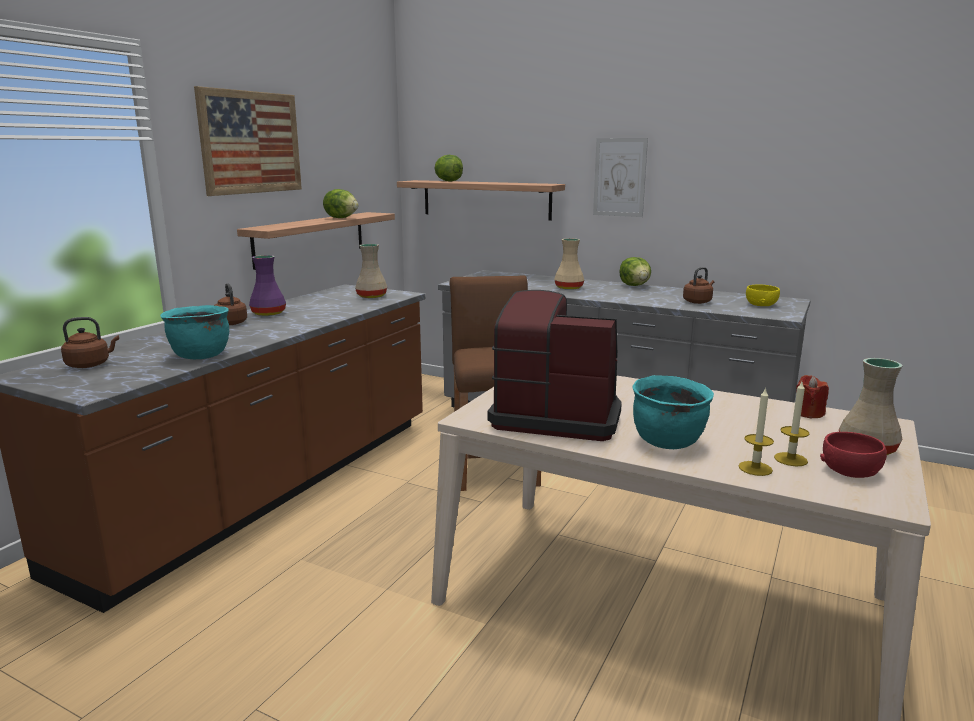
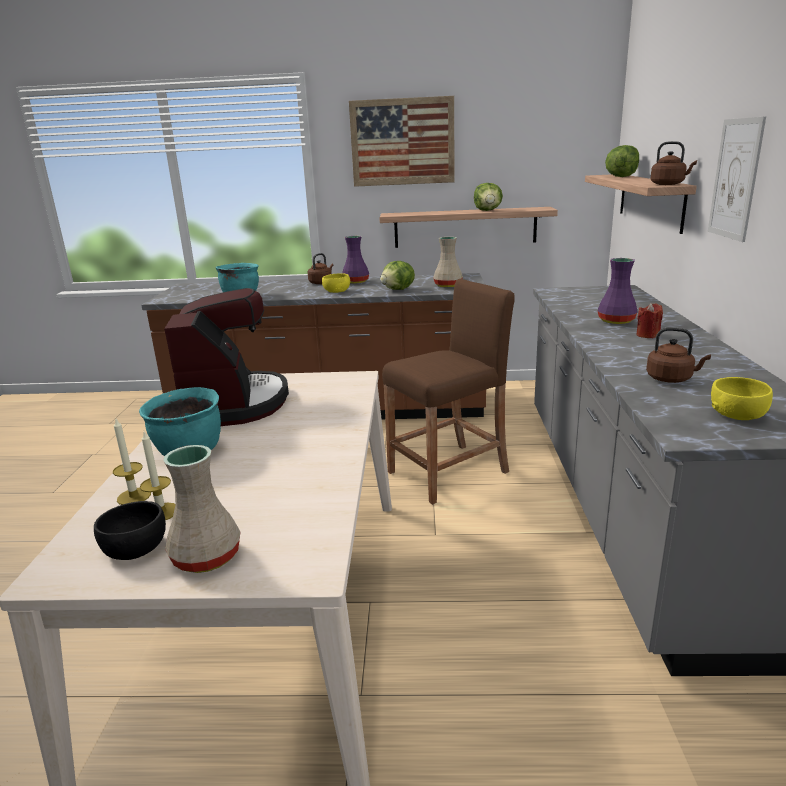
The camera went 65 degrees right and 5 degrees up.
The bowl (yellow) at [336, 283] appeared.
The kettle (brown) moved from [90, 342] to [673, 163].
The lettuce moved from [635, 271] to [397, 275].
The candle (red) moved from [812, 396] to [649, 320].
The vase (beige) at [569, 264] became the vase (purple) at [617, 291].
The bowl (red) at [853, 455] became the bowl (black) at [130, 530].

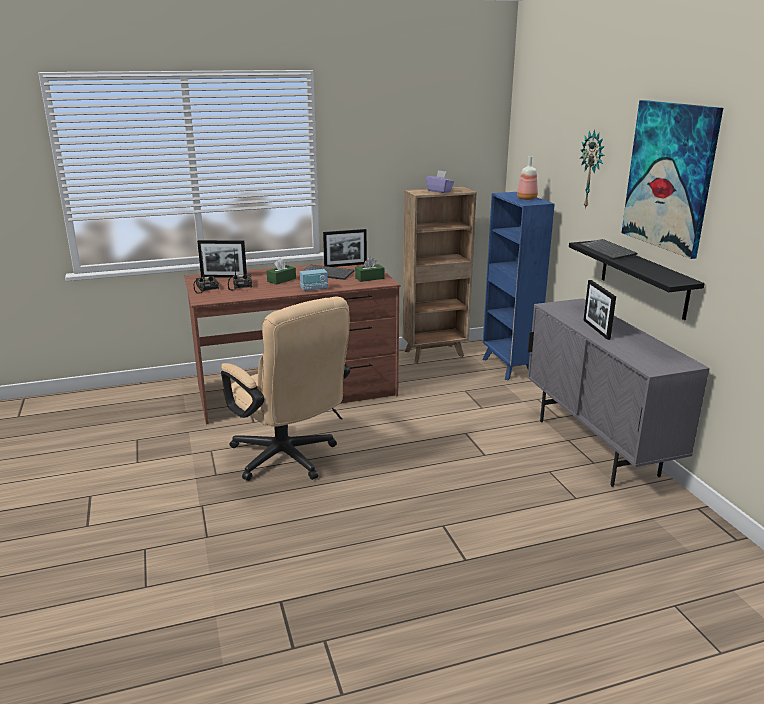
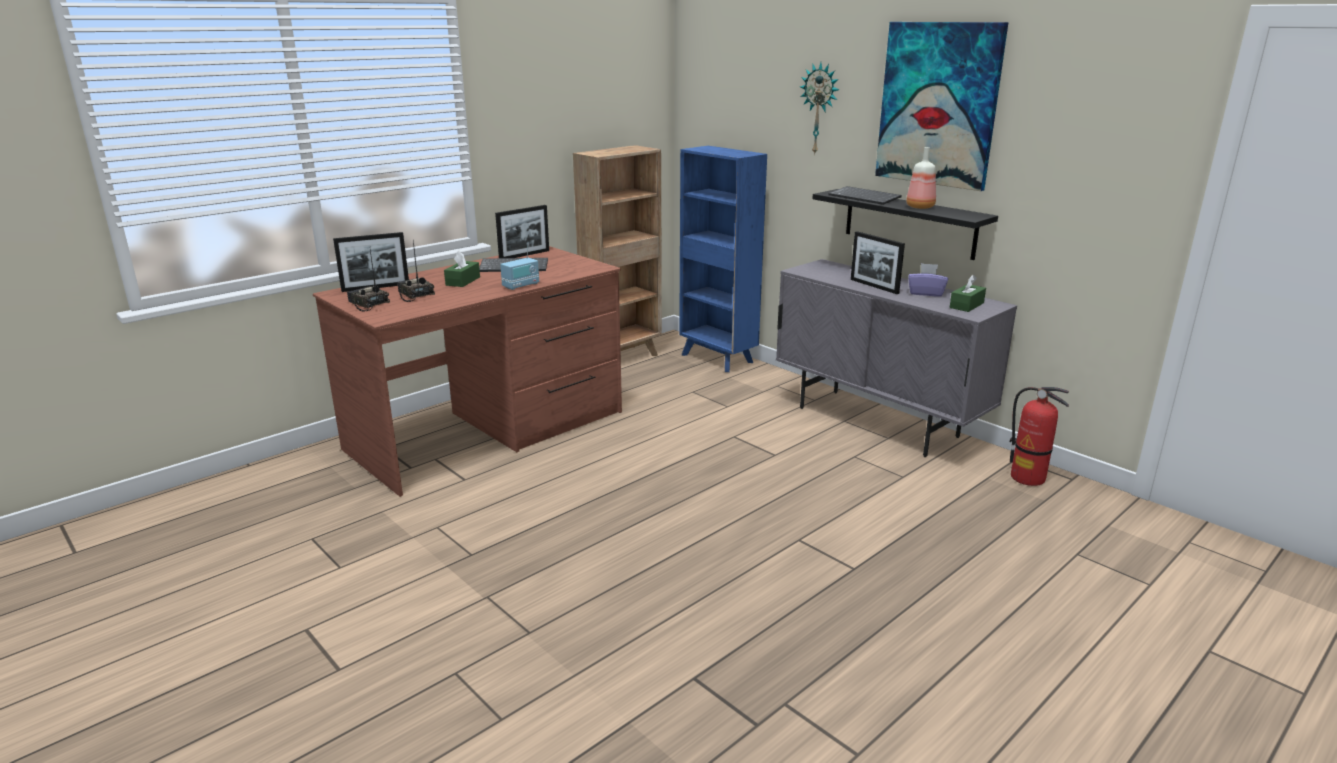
The camera went 25 degrees left and 0 degrees up.
The office chair (beige) at [285, 388] disappeared.
The fire extinguisher at [1039, 436] appeared.
The tissue box (green) moved from [370, 269] to [968, 293].
The tissue box (purple) moved from [440, 181] to [928, 280].
The bottle moved from [527, 178] to [921, 178].

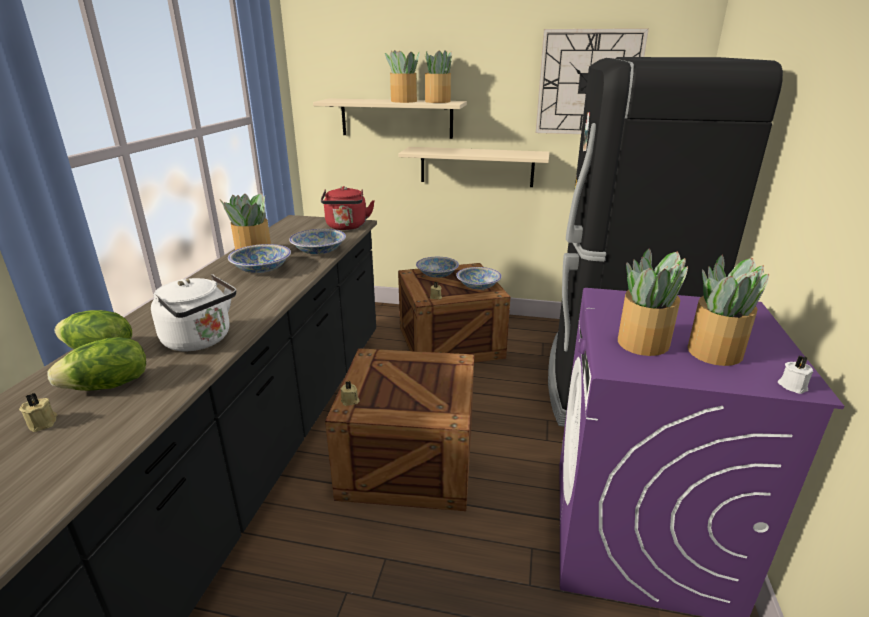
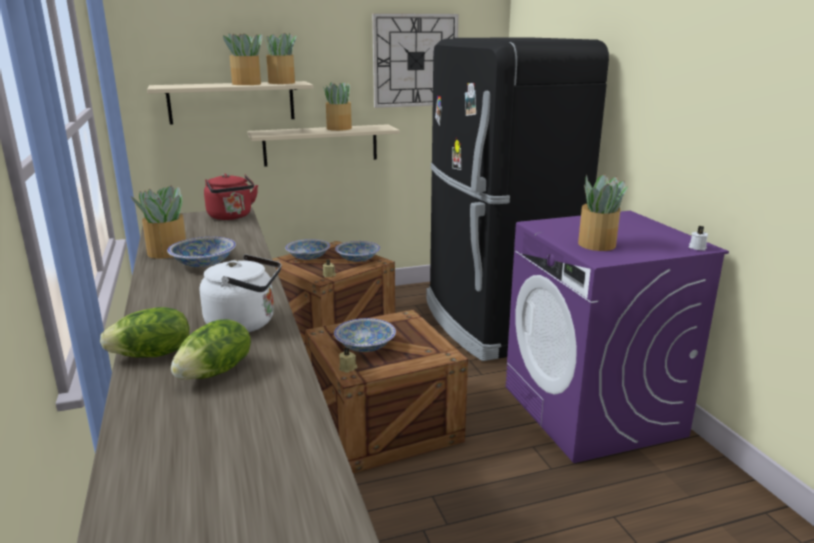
The camera went 30 degrees left and 5 degrees down.
The candle (beige) at [38, 412] disappeared.
The bowl moved from [317, 241] to [365, 335].
The potted plant moved from [728, 310] to [337, 106].

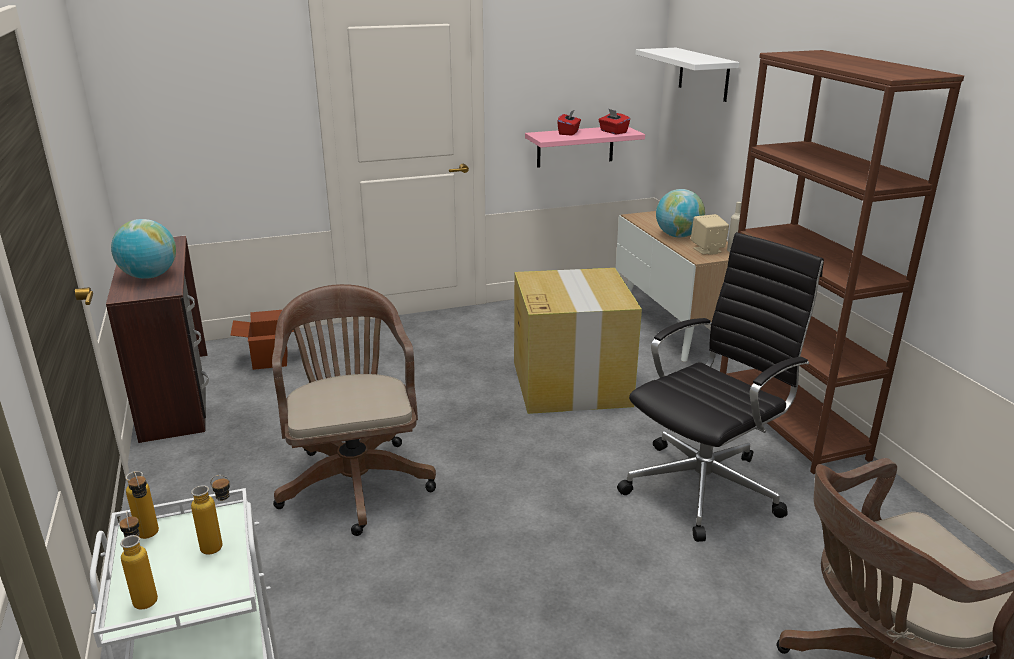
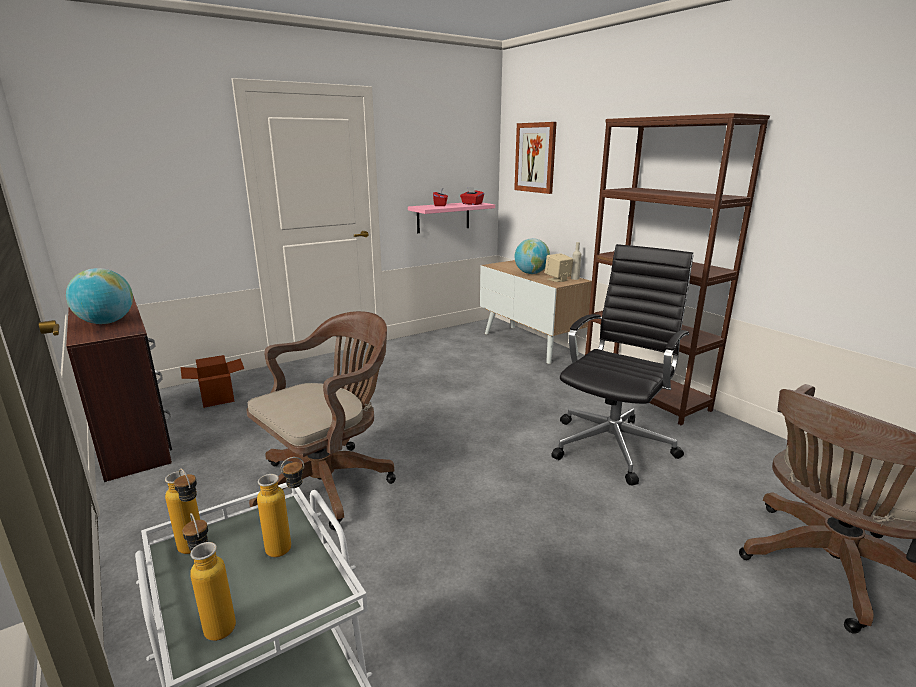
The camera went 15 degrees left and 5 degrees down.
The cardboard box at [578, 341] disappeared.
The shelf (white) at [687, 75] was replaced by the picture at [535, 158].
The office chair (brown) at [354, 410] turned 75 degrees clockwise.

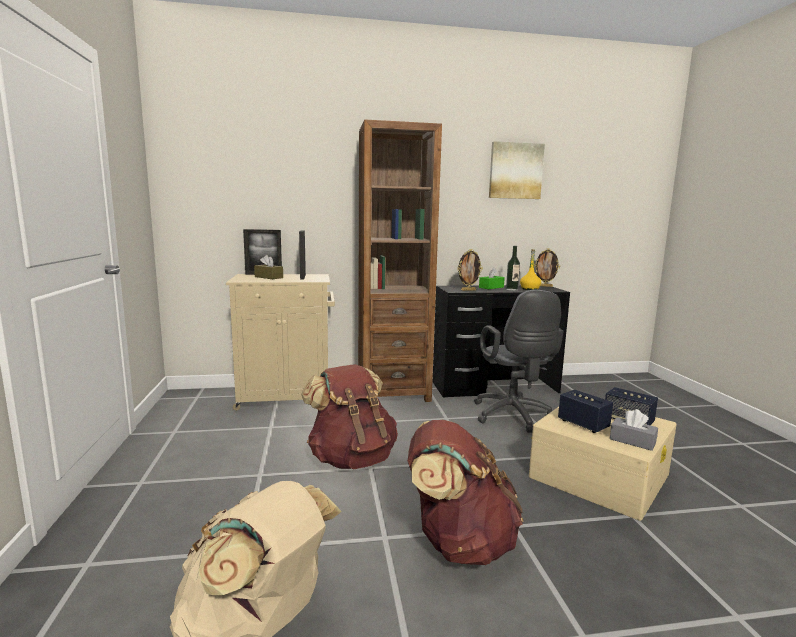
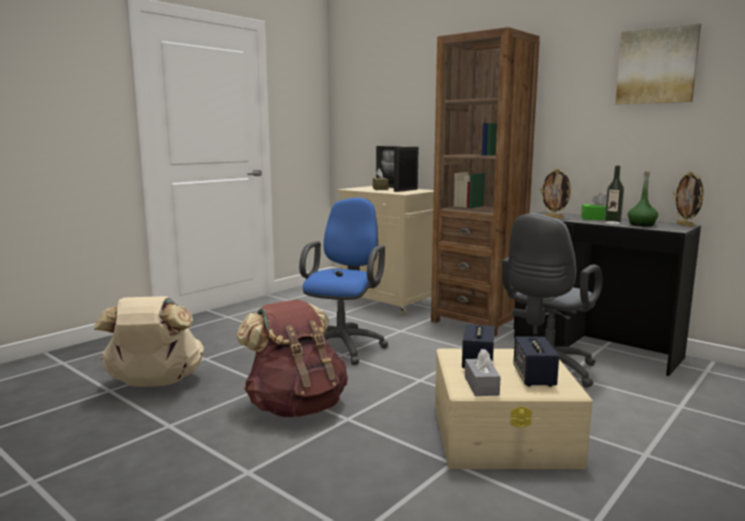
The camera went 50 degrees right and 0 degrees up.
The backpack (brown) at [349, 416] was replaced by the office chair (blue) at [343, 281].
The bottle (yellow) at [530, 269] became the bottle (green) at [643, 198].

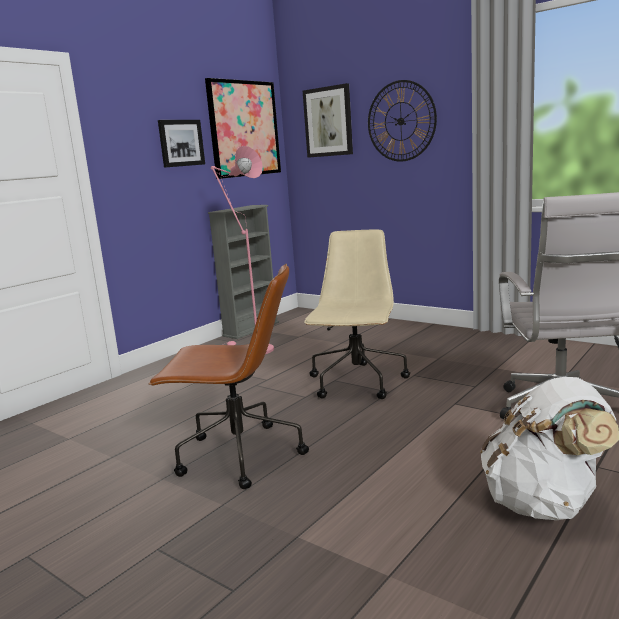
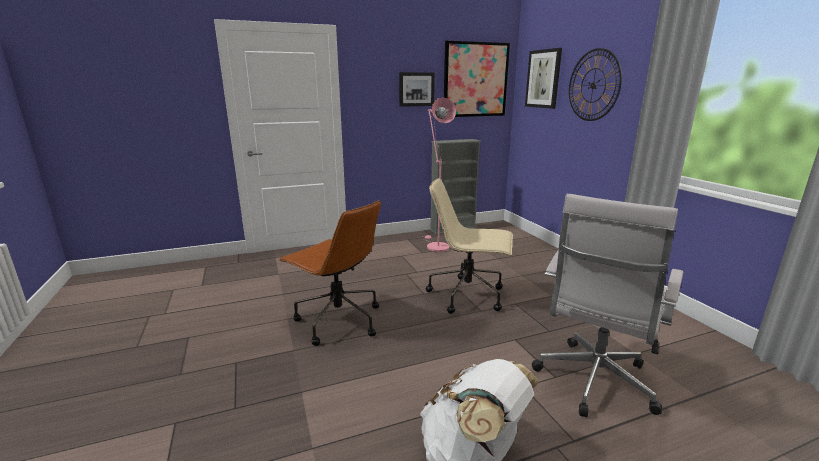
The camera went 30 degrees right and 5 degrees up.
The office chair (beige) at [357, 314] turned 120 degrees counterclockwise.

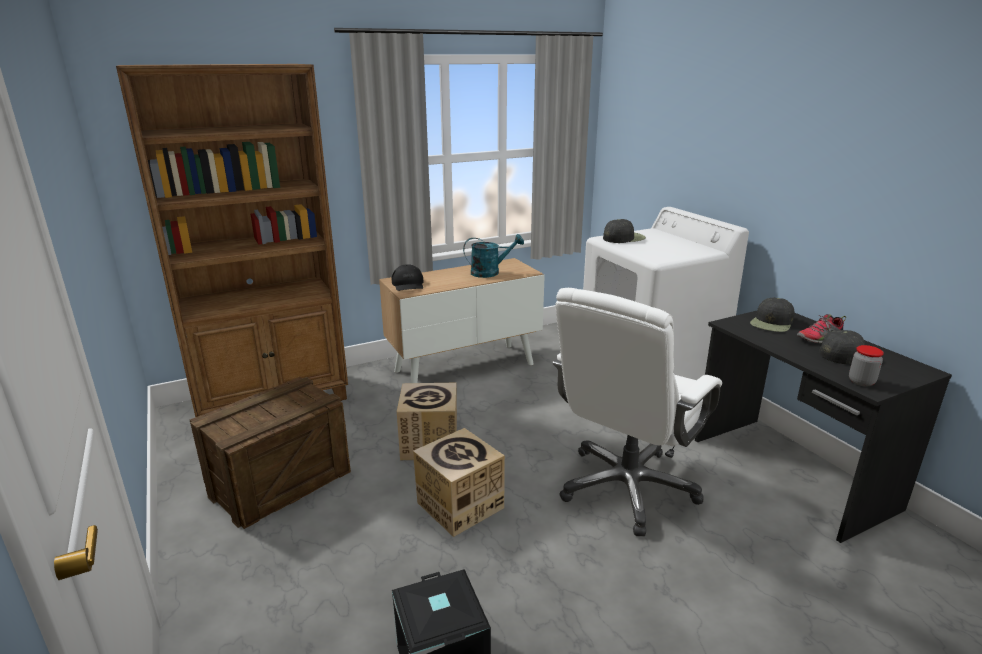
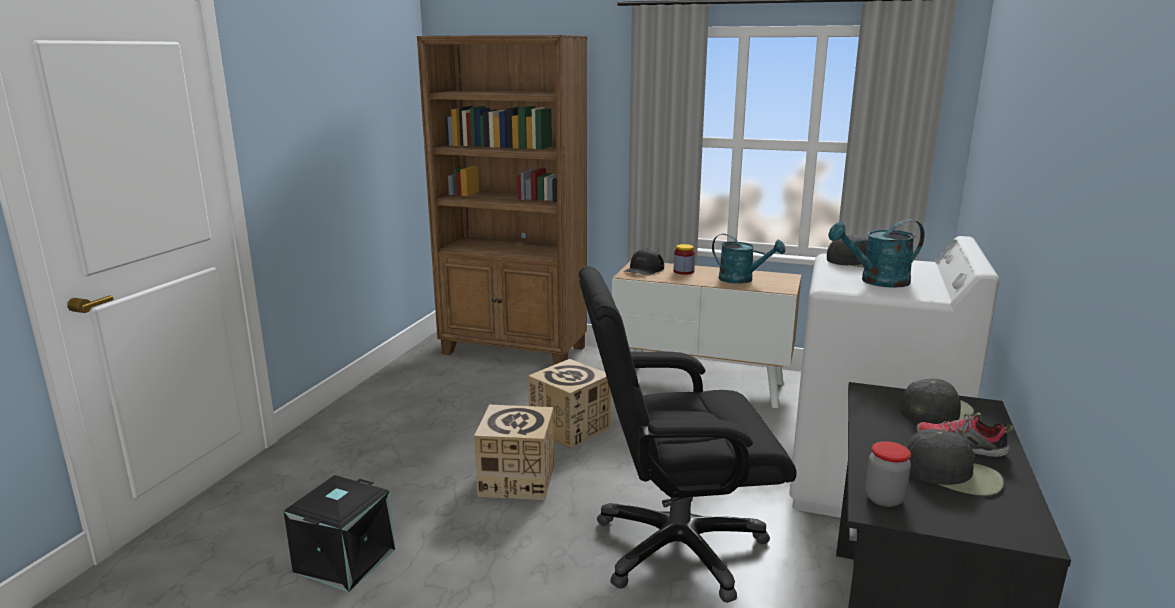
The camera went 45 degrees right and 5 degrees down.
The crate at [270, 453] disappeared.
The jar at [684, 259] appeared.
The watering can (turquoise) at [876, 253] appeared.
The office chair (white) at [637, 412] became the office chair (black) at [688, 434].
The cap (black) at [772, 315] turned 150 degrees clockwise.

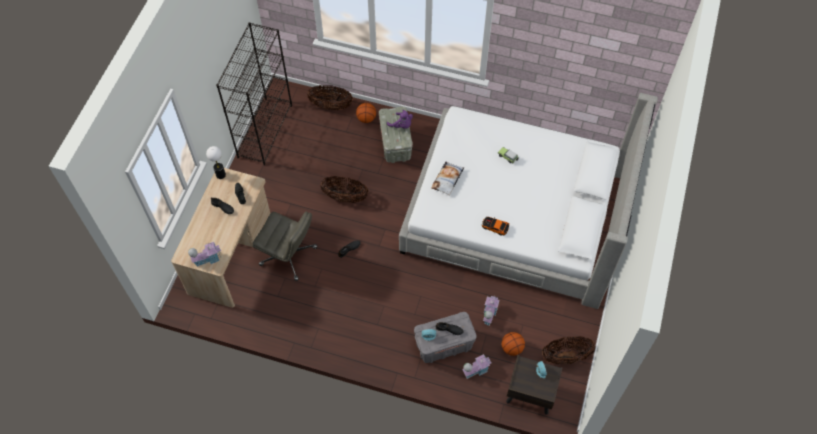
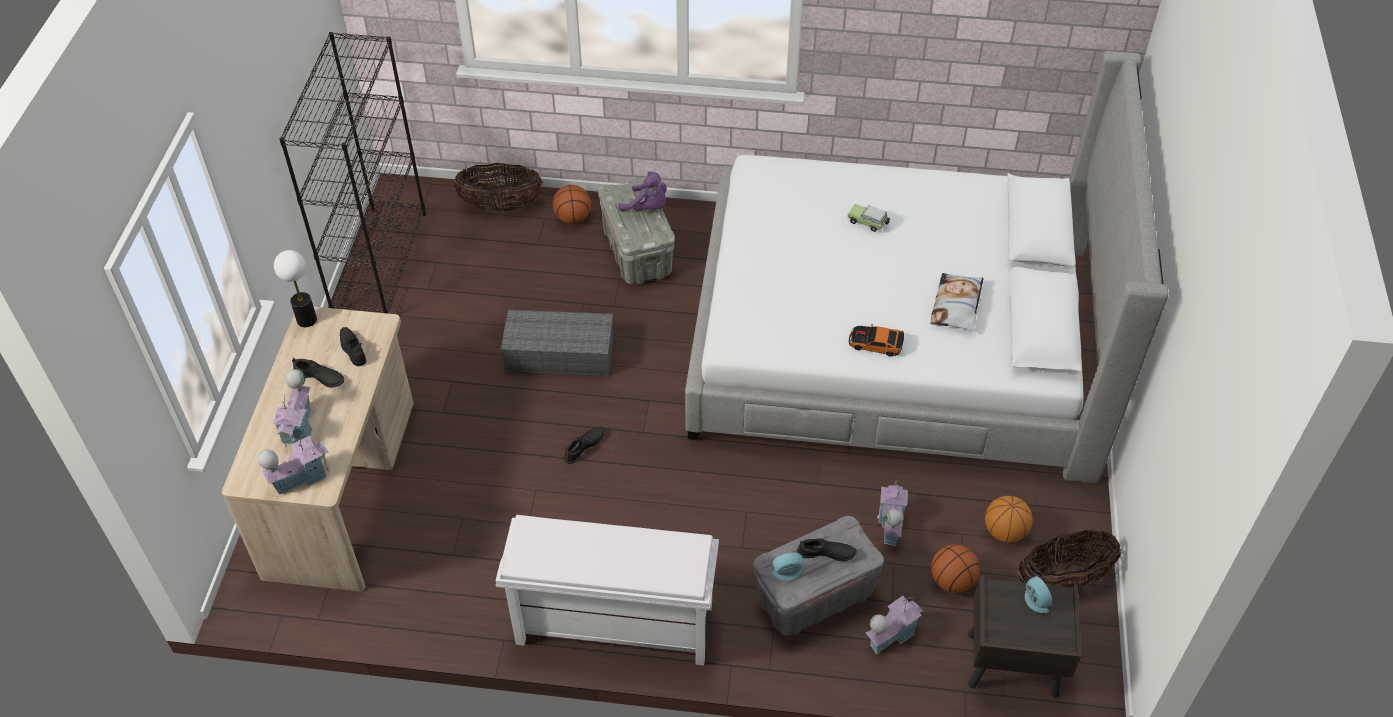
The camera went 10 degrees left and 10 degrees down.
The office chair (grey) at [285, 246] disappeared.
The toy house at [292, 408] appeared.
The bench (white) at [607, 590] appeared.
The basketball at [1009, 519] appeared.
The pillow moved from [447, 179] to [957, 302].
The basket at [344, 189] was replaced by the storage box (grey) at [557, 343].

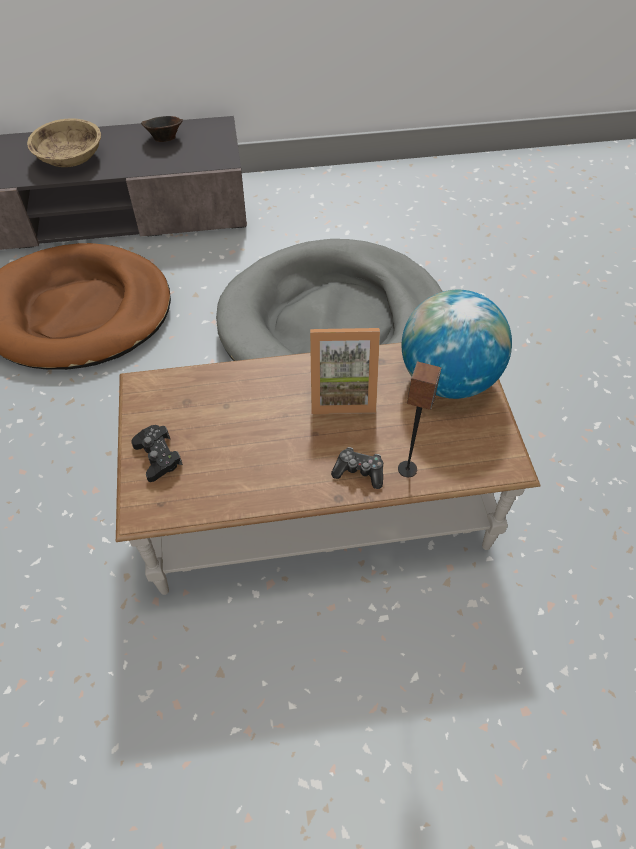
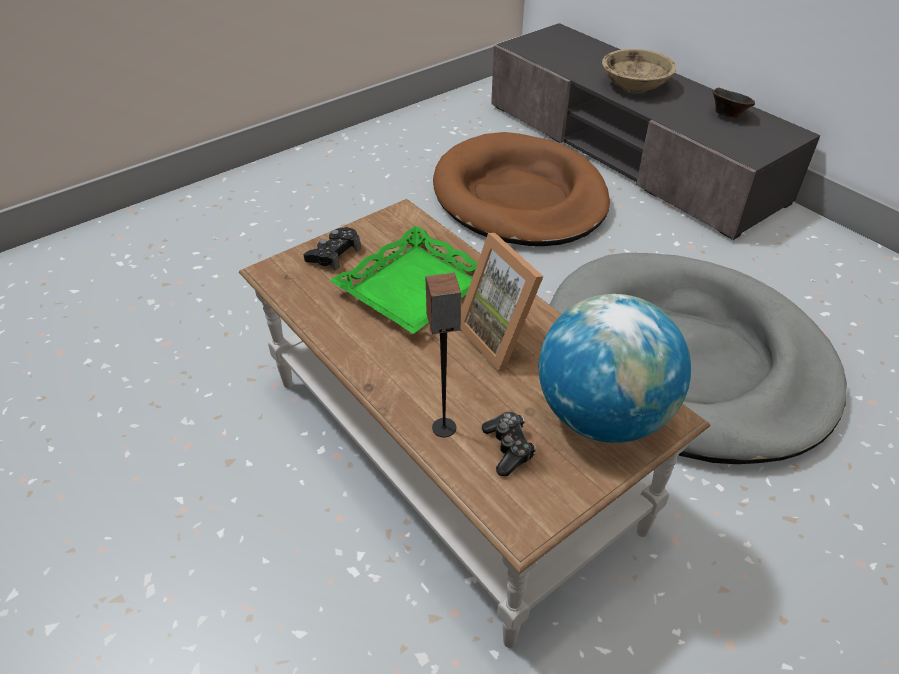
The camera went 60 degrees right and 10 degrees down.
The tray (green) at [403, 280] appeared.
The game controller moved from [357, 468] to [509, 444].

